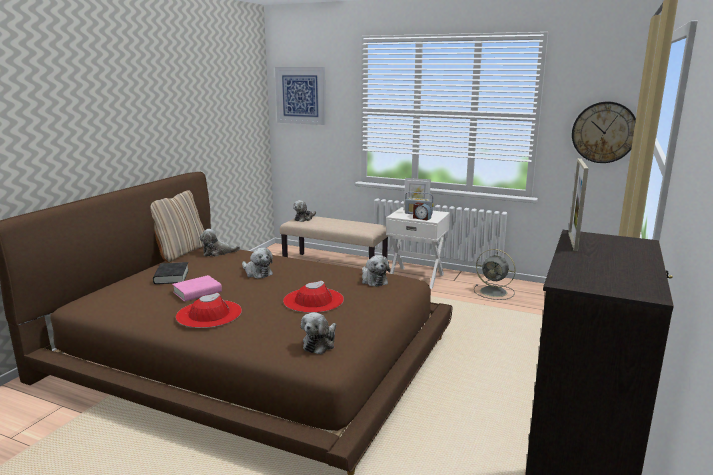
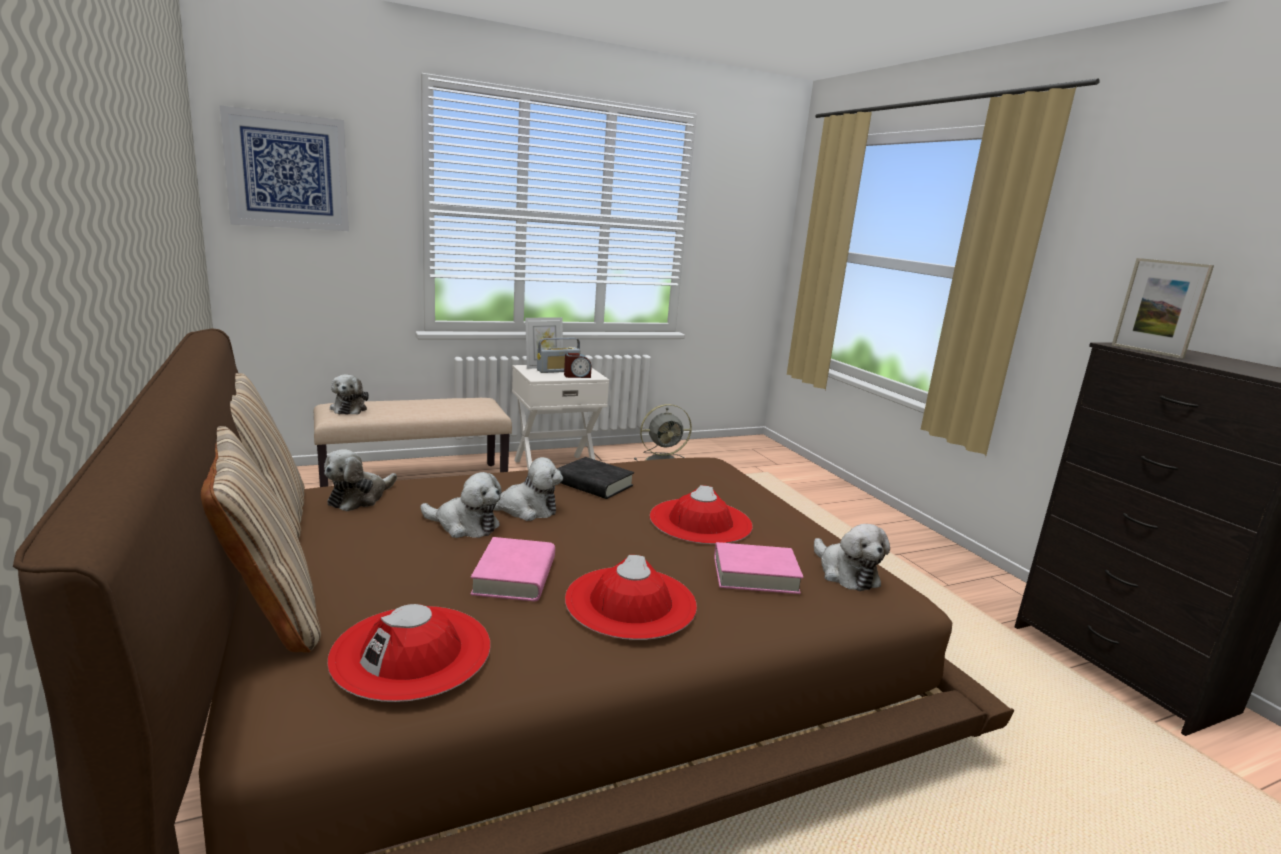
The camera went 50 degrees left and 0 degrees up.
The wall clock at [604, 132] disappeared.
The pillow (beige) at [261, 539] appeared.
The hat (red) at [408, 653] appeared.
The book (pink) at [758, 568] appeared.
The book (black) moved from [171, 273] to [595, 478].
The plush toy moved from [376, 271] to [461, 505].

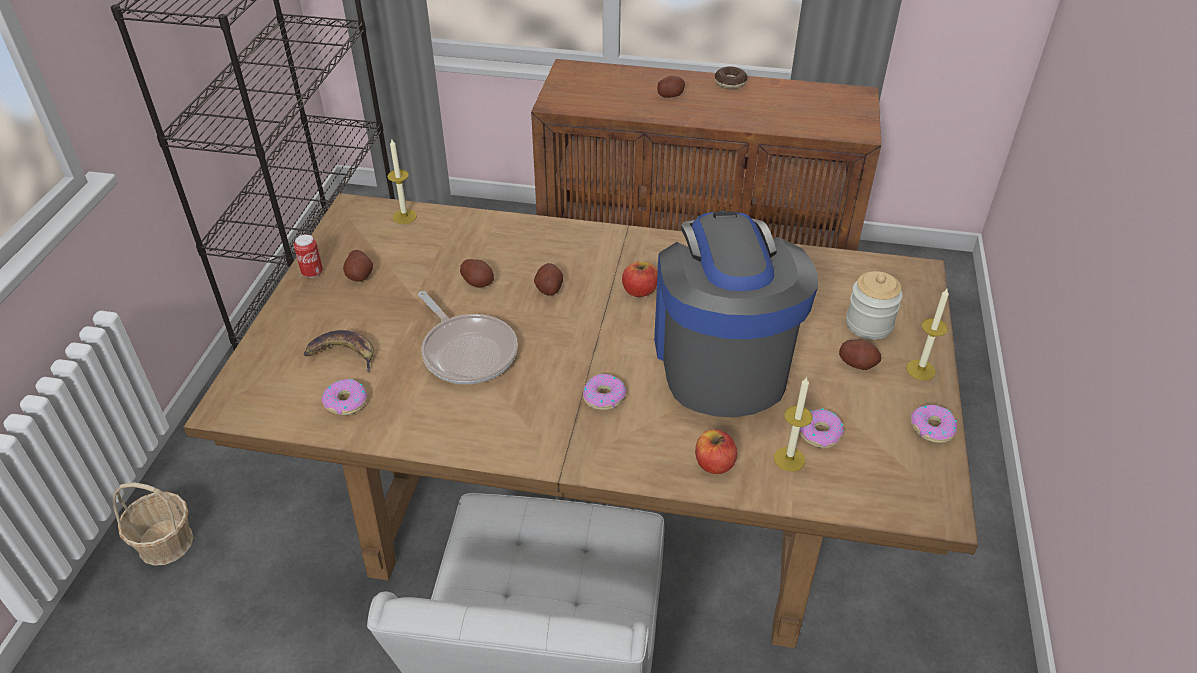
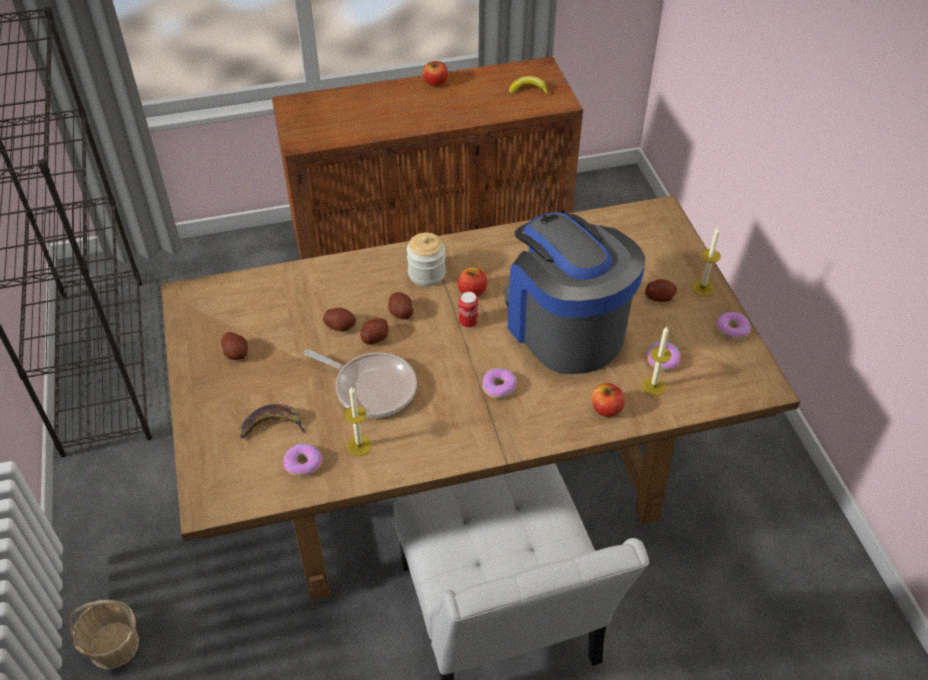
The camera went 25 degrees left and 5 degrees up.
The banana at [528, 85] appeared.
The can moved from [308, 256] to [468, 310].
The candle moved from [402, 181] to [358, 421].
The potato moved from [671, 87] to [374, 331].
The jar moved from [874, 305] to [426, 259].
The donut at [731, 77] was replaced by the apple at [435, 73].

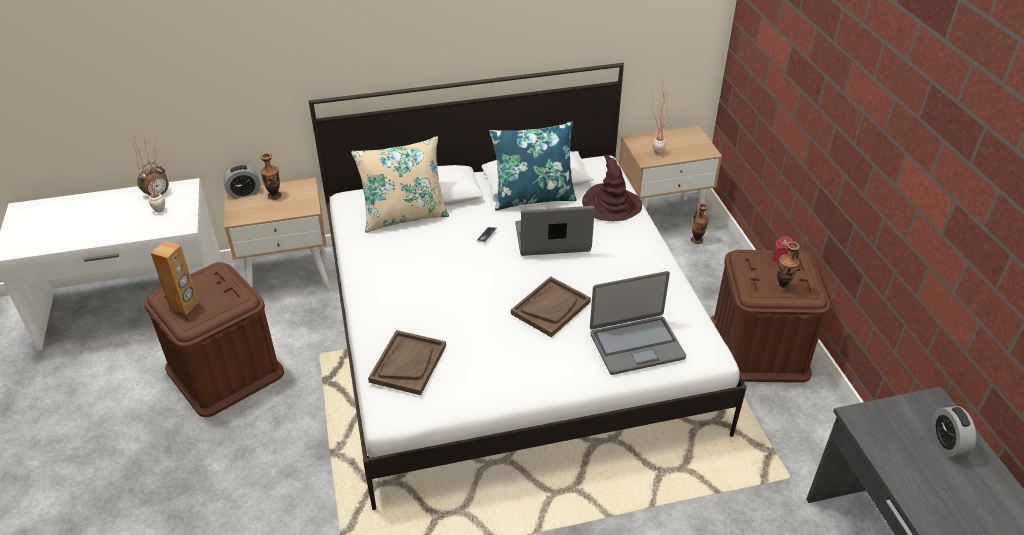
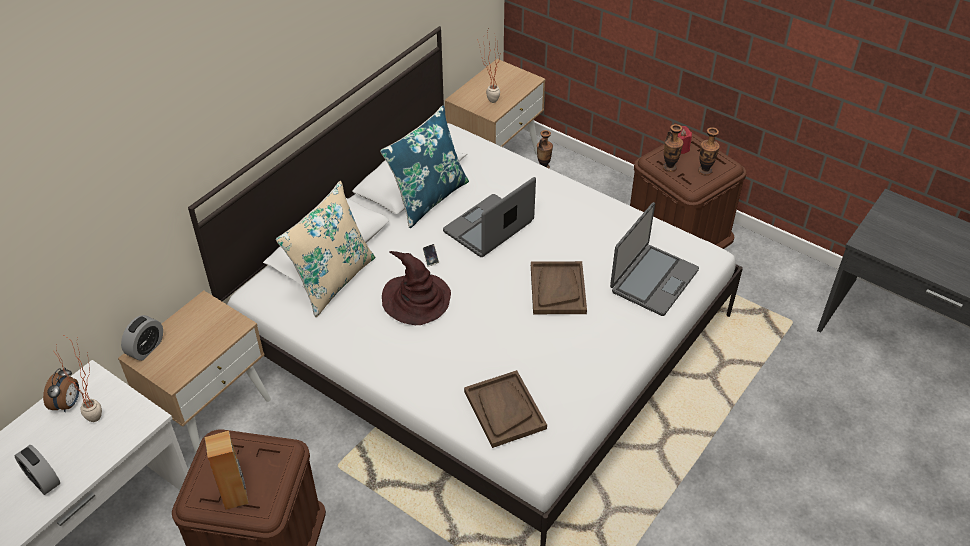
The camera went 40 degrees left and 5 degrees up.
The vase moved from [271, 176] to [673, 148].
The hat (brown) moved from [612, 187] to [416, 288].
The alarm clock moved from [954, 431] to [37, 470].

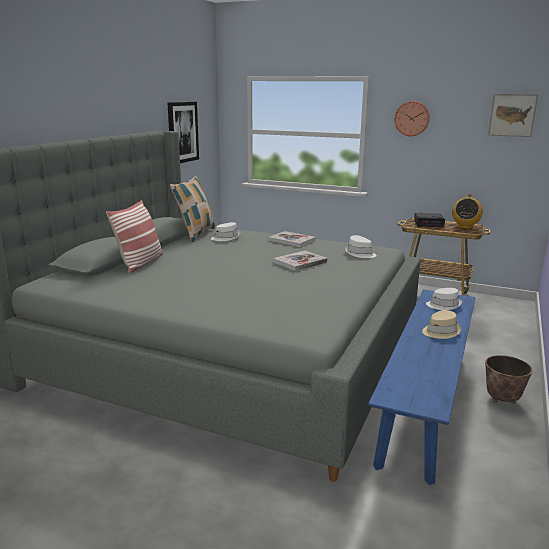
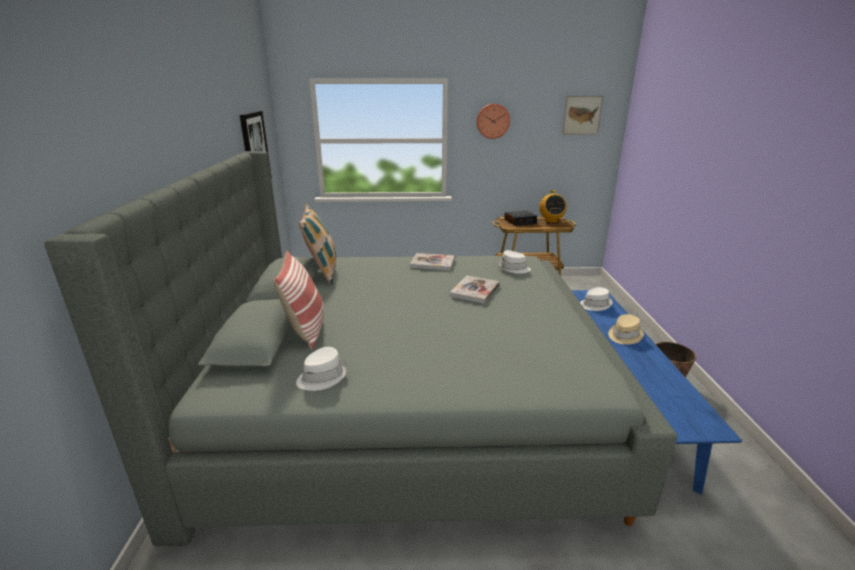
The camera went 25 degrees left and 5 degrees up.
The hat (white) moved from [226, 231] to [321, 369].

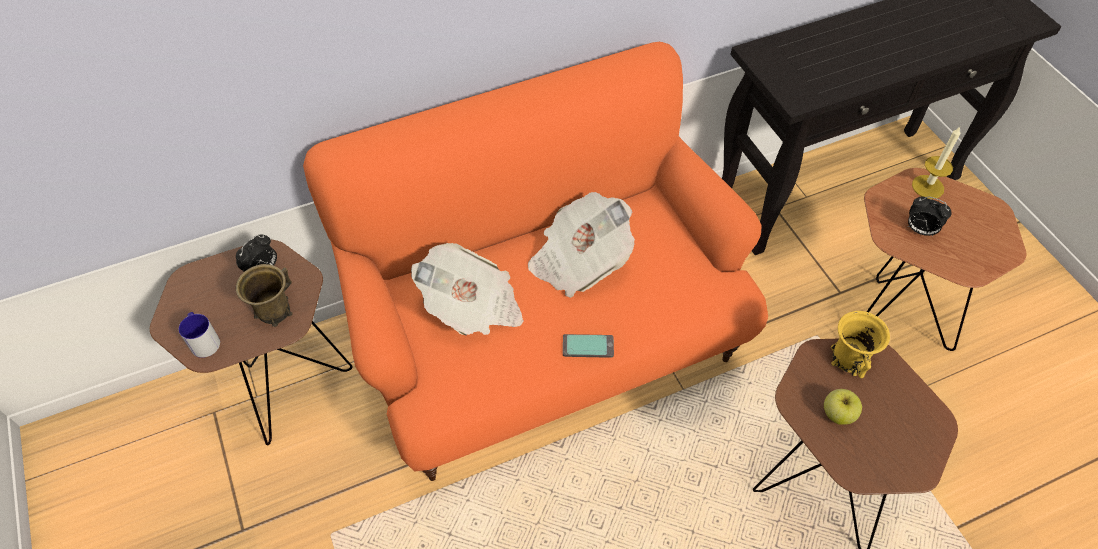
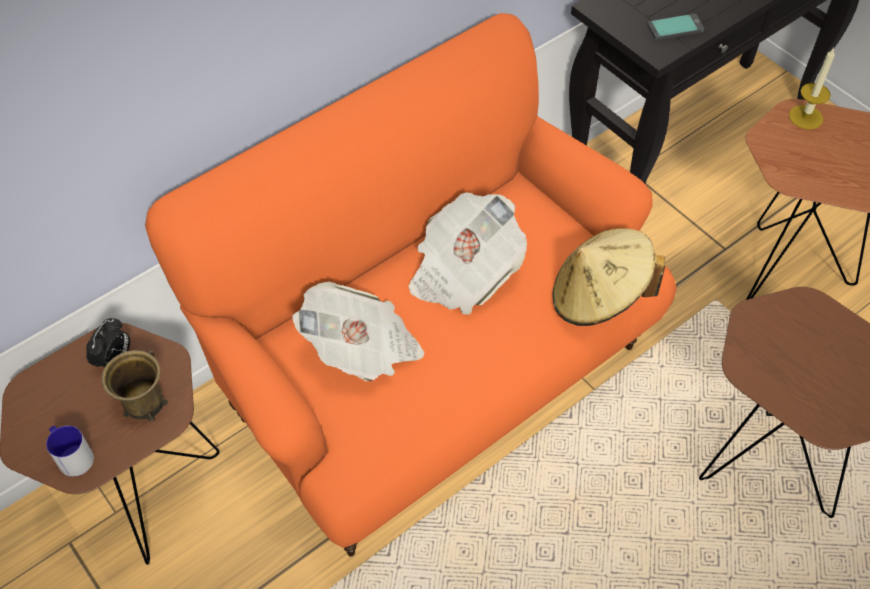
The camera went 15 degrees left and 0 degrees up.
The apple at [843, 407] disappeared.
The mug (yellow) at [860, 344] disappeared.
The alarm clock at [930, 216] disappeared.
The hat (beige) at [608, 277] appeared.
The phone moved from [588, 346] to [675, 27].

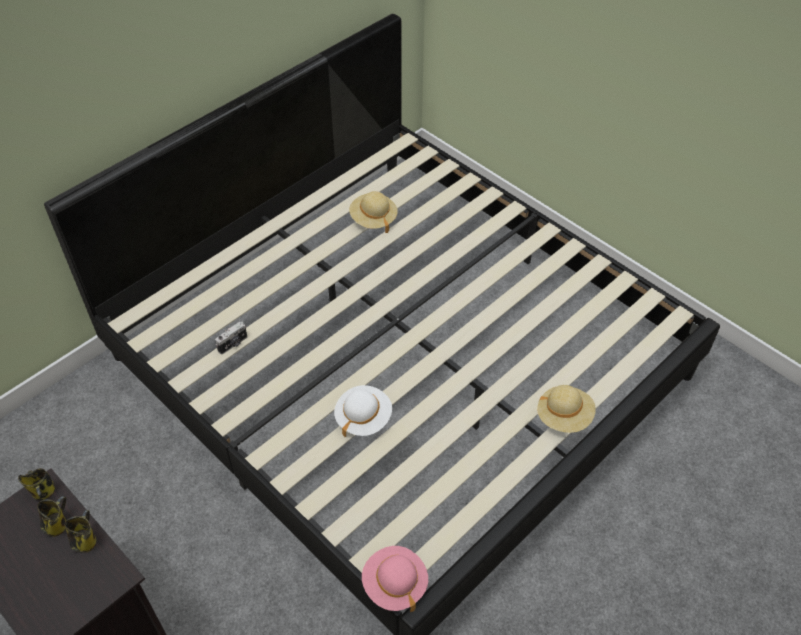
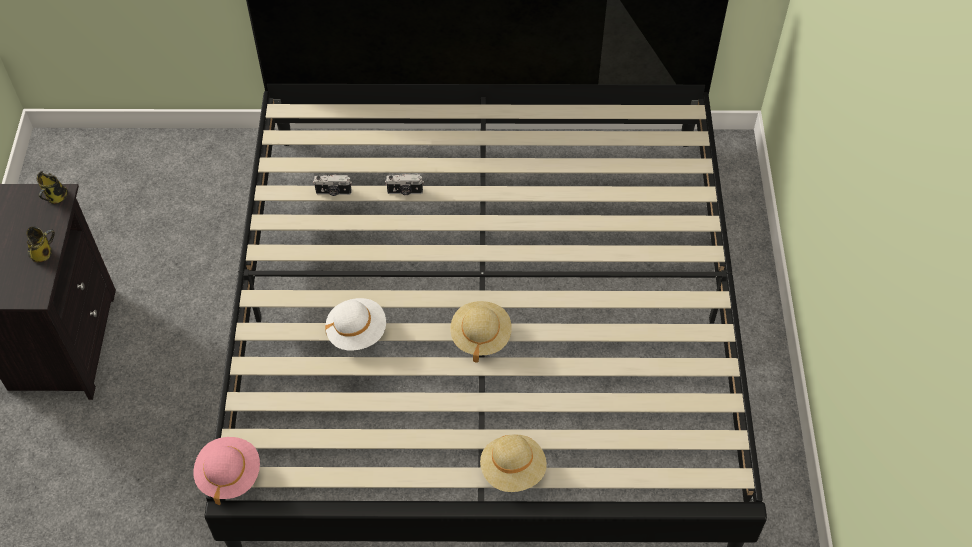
The camera went 45 degrees right and 5 degrees up.
The mug at [52, 516] disappeared.
The photo camera at [404, 184] appeared.
The hat (beige) moved from [373, 212] to [481, 332].

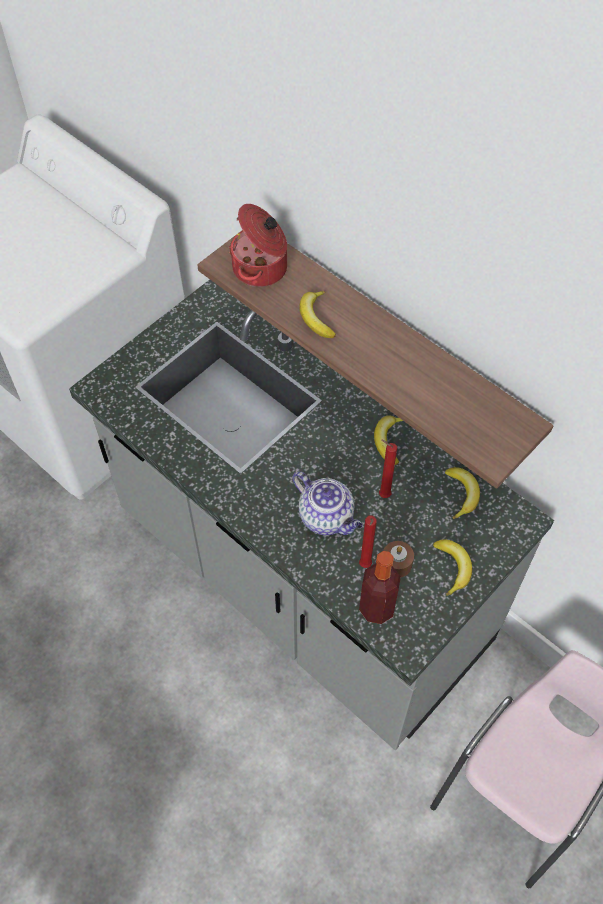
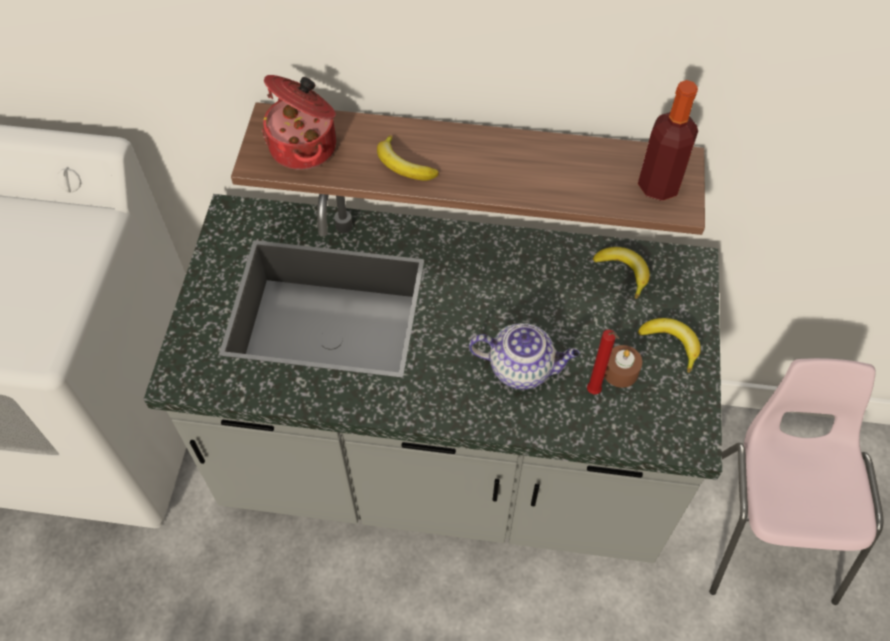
The camera went 35 degrees left and 0 degrees up.
The banana at [388, 440] disappeared.
The candle (red) at [388, 469] disappeared.
The bottle moved from [380, 587] to [668, 140].

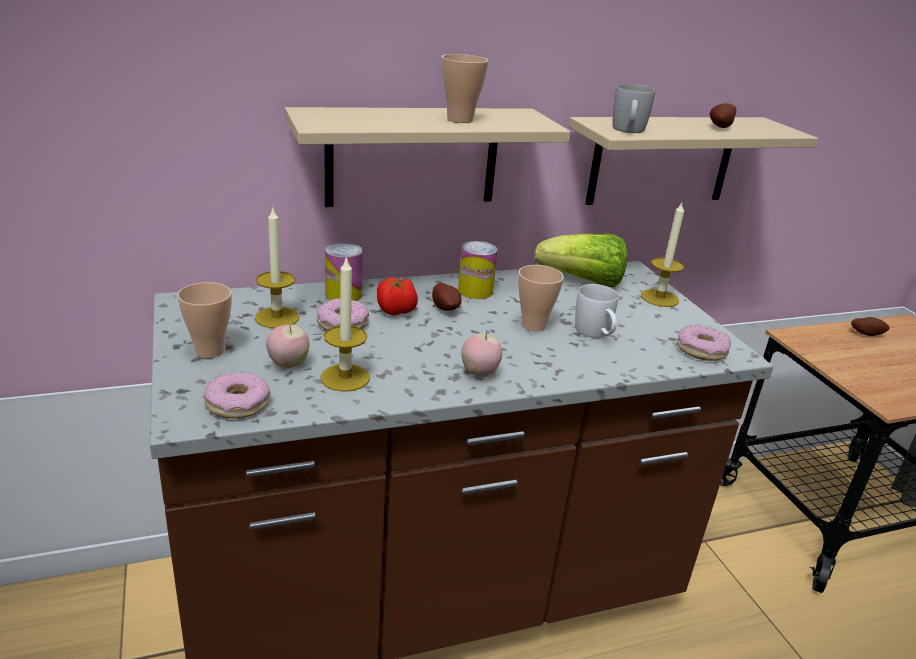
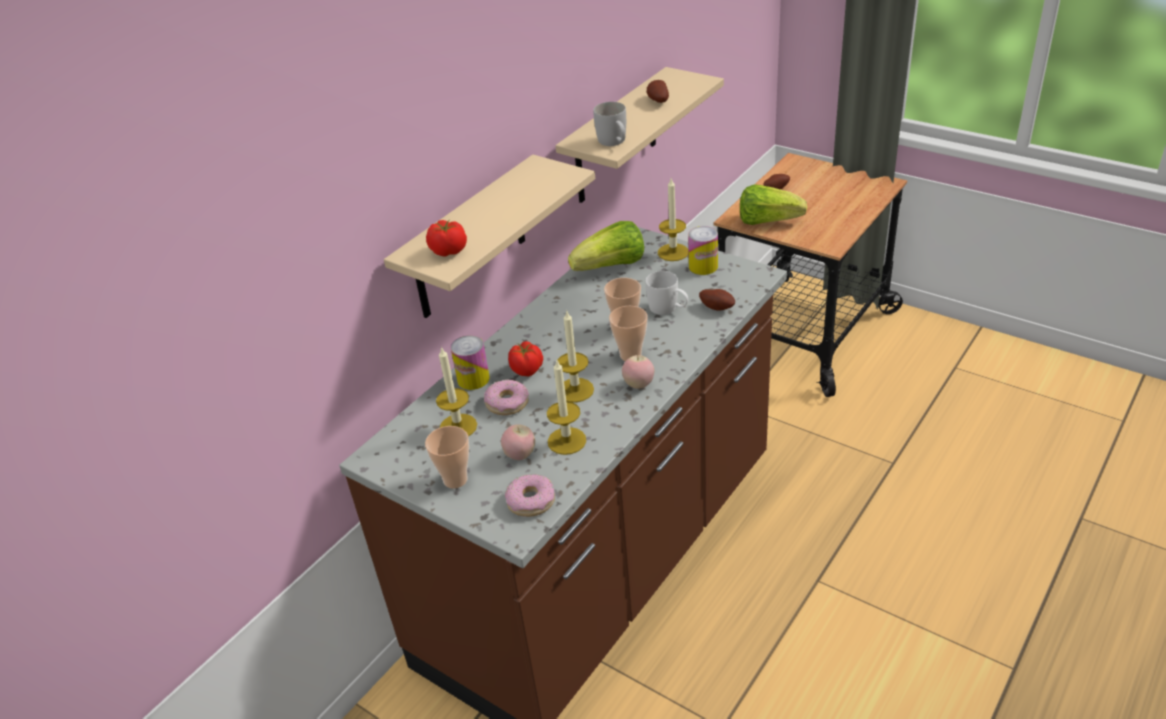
The camera went 30 degrees left and 10 degrees up.
The donut at [704, 343] disappeared.
The tomato at [446, 238] appeared.
The candle at [576, 356] appeared.
The lettuce at [773, 204] appeared.
The potato moved from [447, 297] to [717, 300].
The cup moved from [465, 88] to [628, 333].
The can moved from [478, 270] to [703, 250].

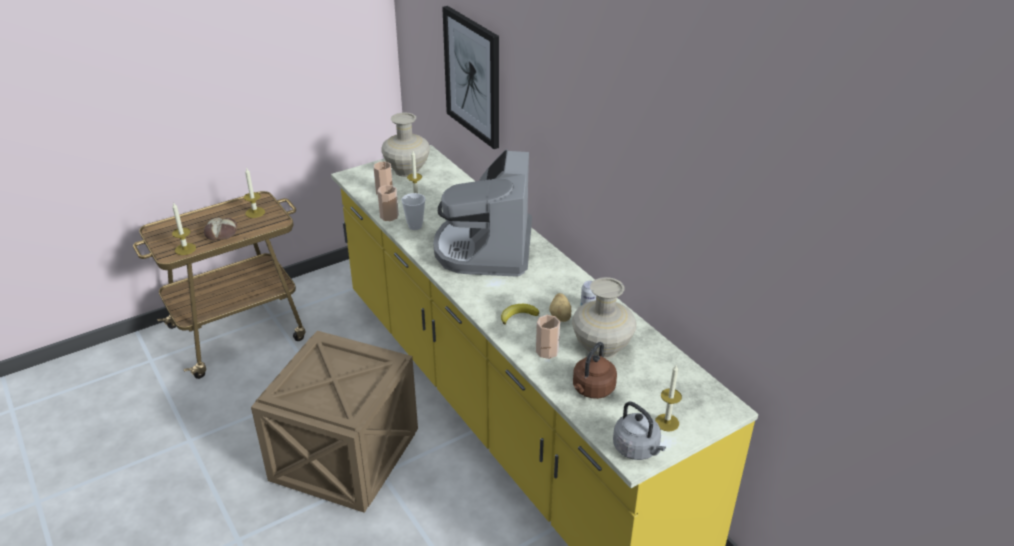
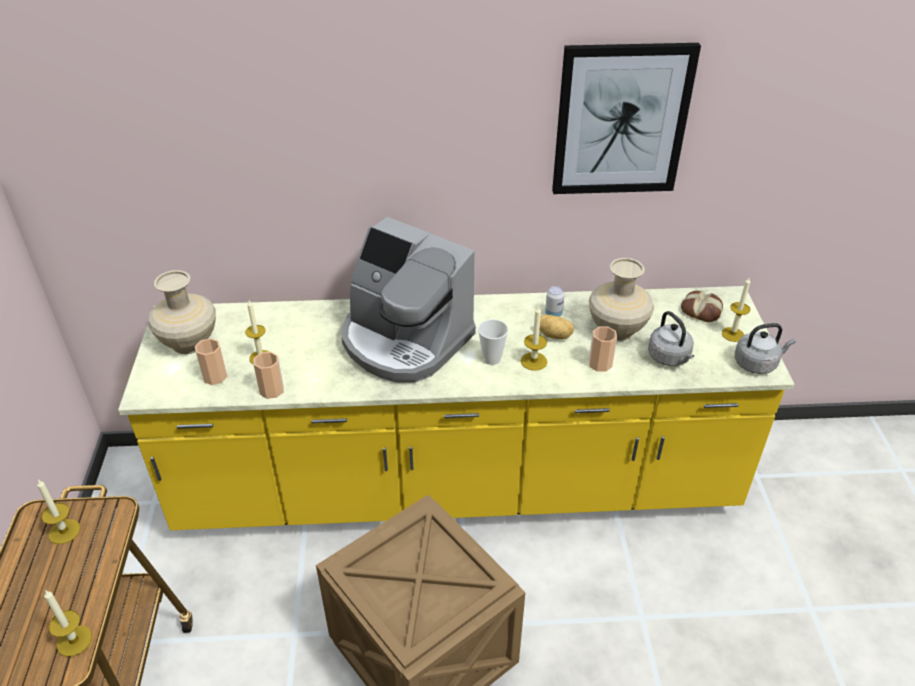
The camera went 60 degrees left and 5 degrees up.
The bread moved from [220, 229] to [702, 306].
The cup moved from [413, 211] to [493, 342].
The picture moved from [470, 77] to [626, 118].
The banana at [520, 314] was replaced by the candle at [534, 338].
The kettle (brown) at [595, 370] became the kettle (grey) at [671, 338].

